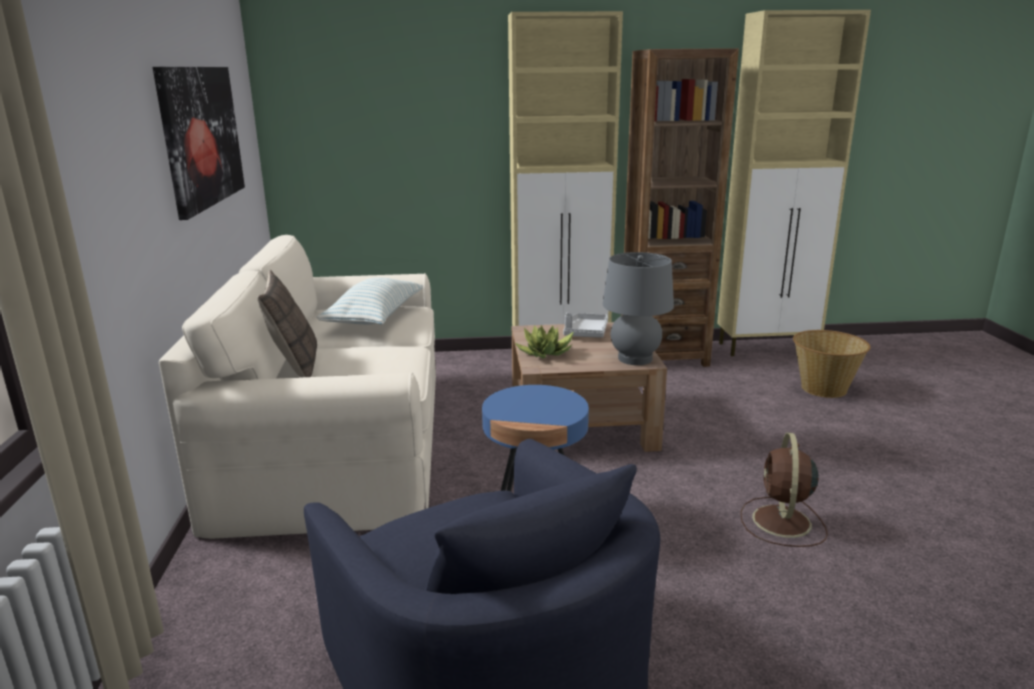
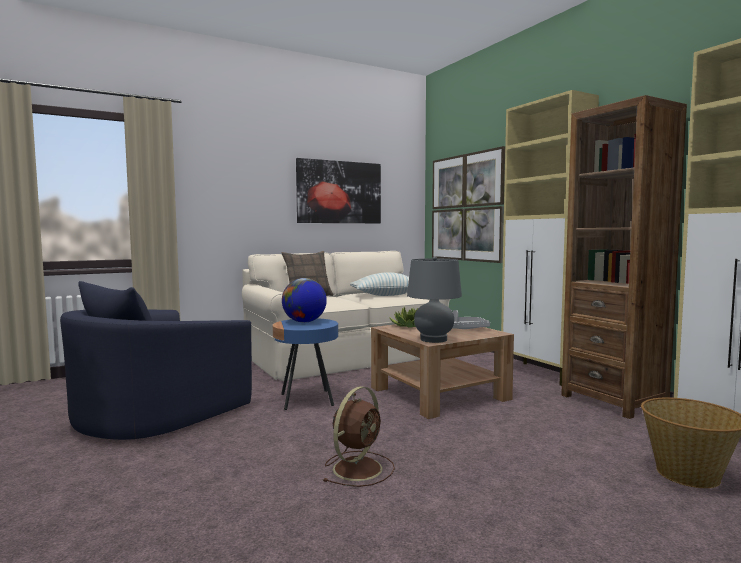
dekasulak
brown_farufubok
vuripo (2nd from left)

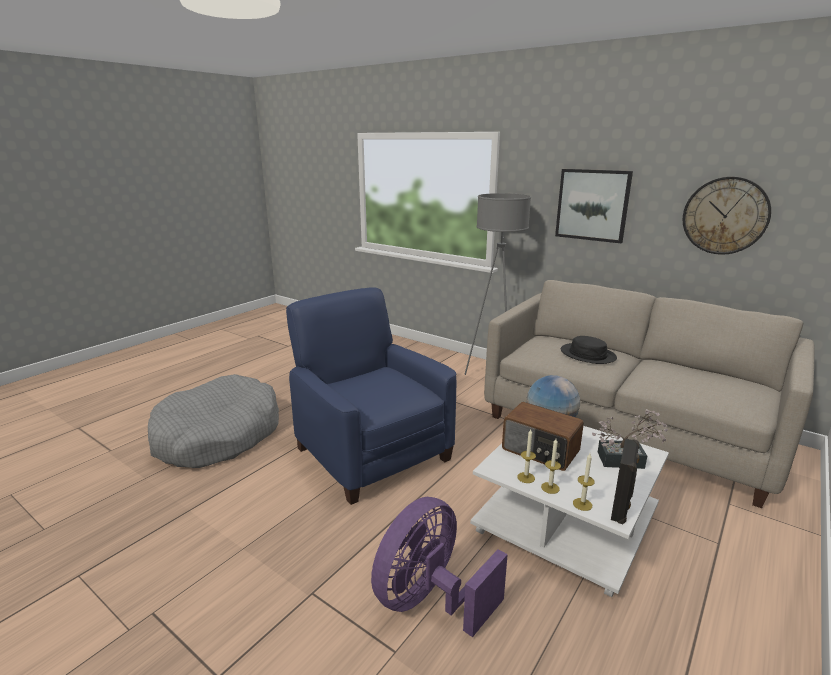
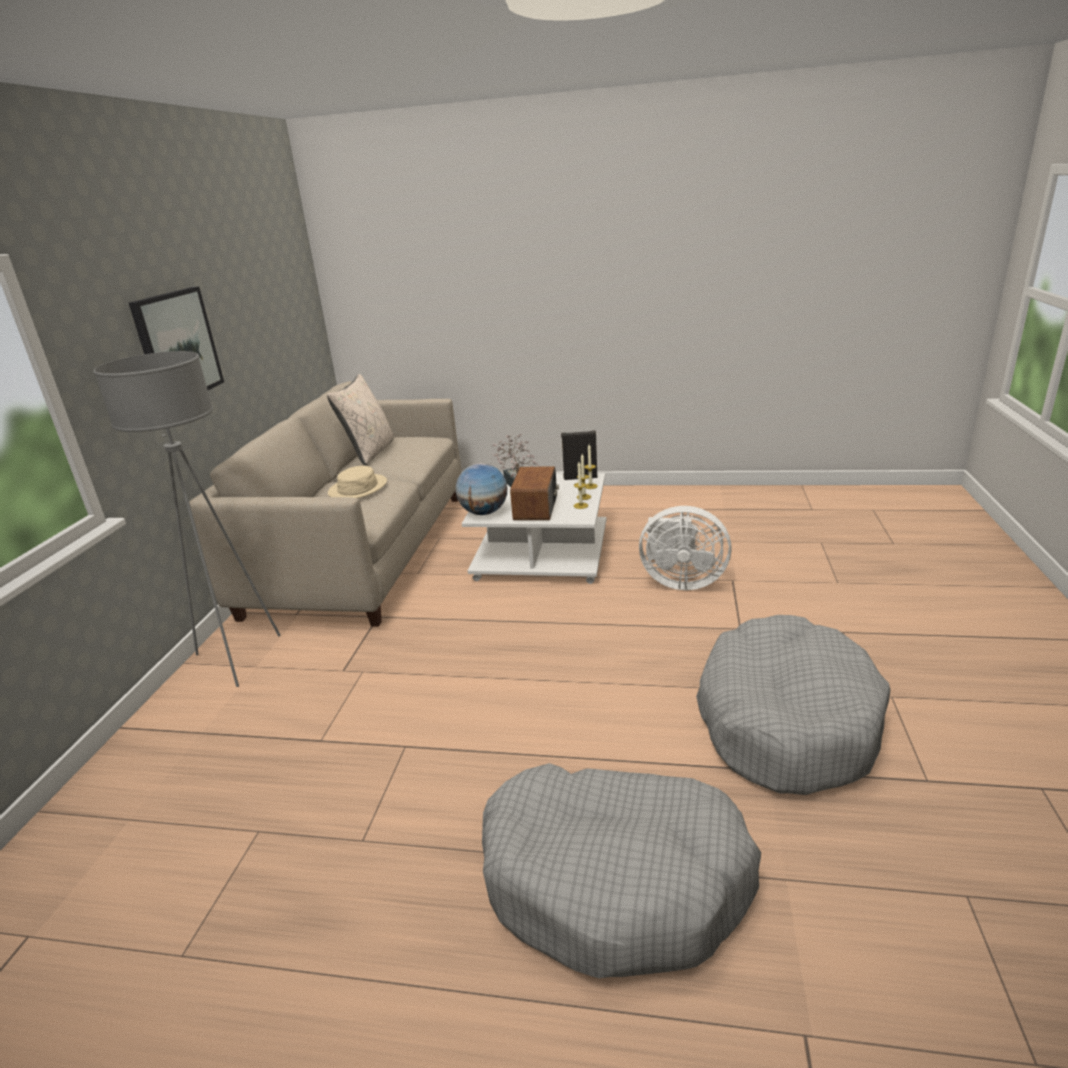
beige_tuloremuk
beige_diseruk
white_farufubok
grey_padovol (2nd from left)
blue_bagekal
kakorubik

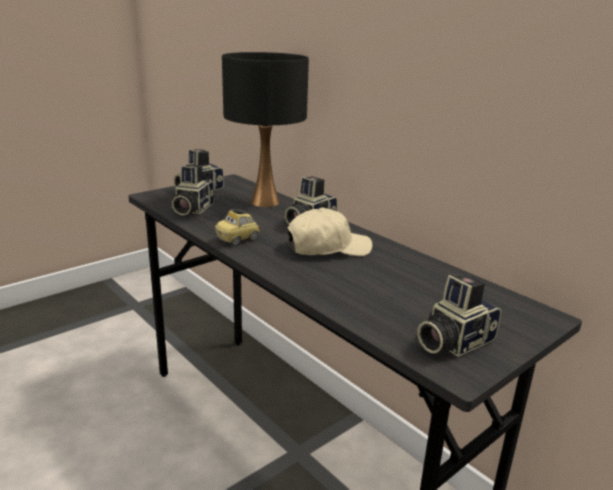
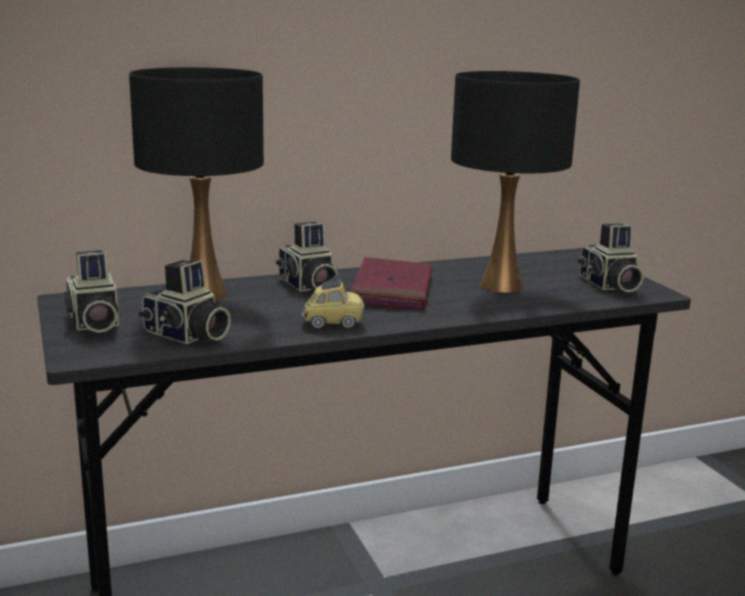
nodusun
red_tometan
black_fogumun (2nd from left)

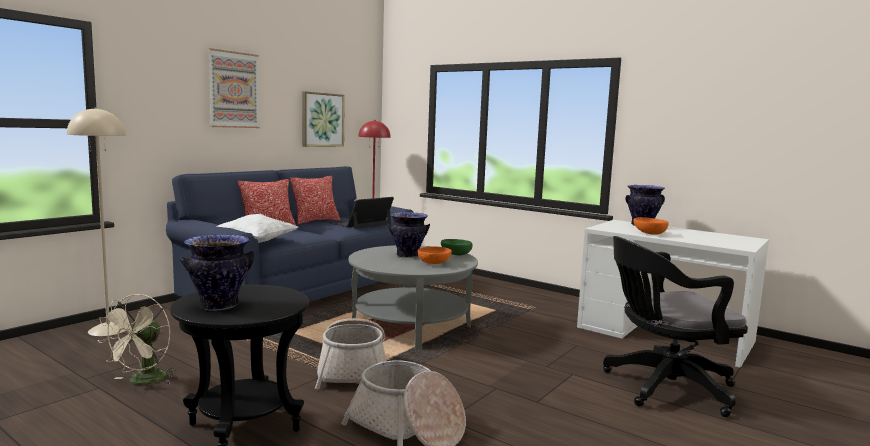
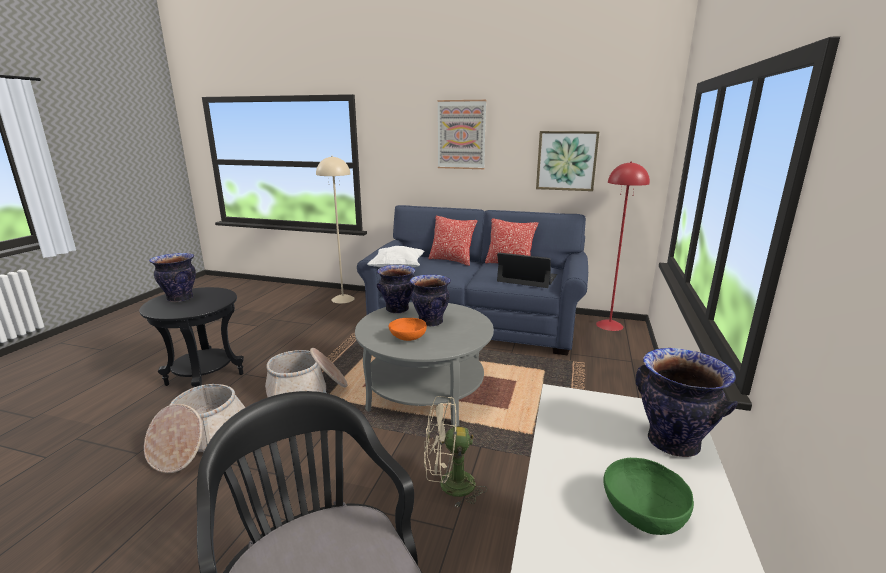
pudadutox (2nd from left)
beige_farufubok
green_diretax
orange_diretax (2nd from left in the first image)

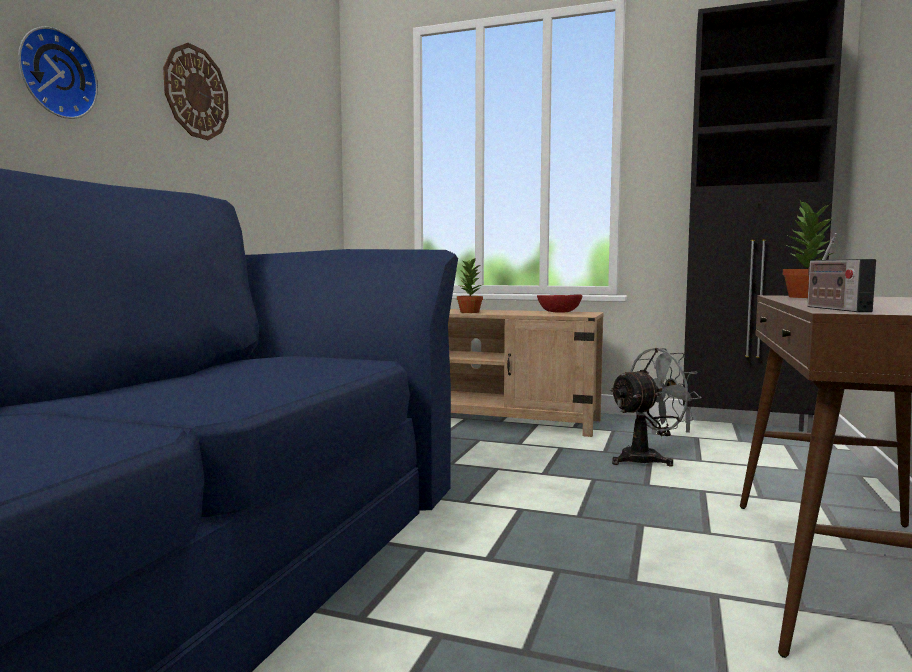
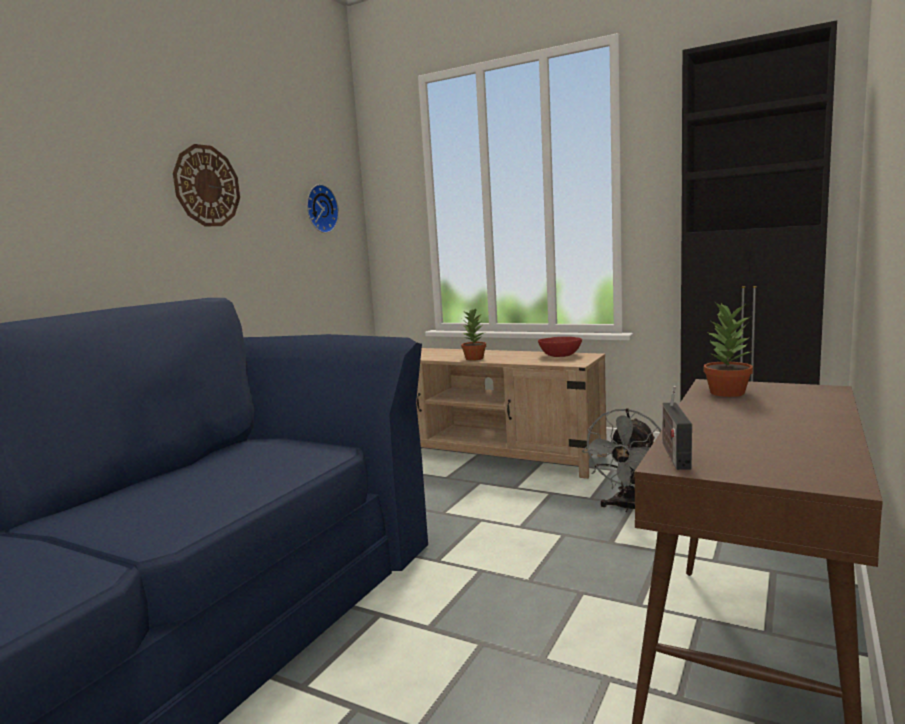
kakorubik (2nd from left)
grey_farufubok

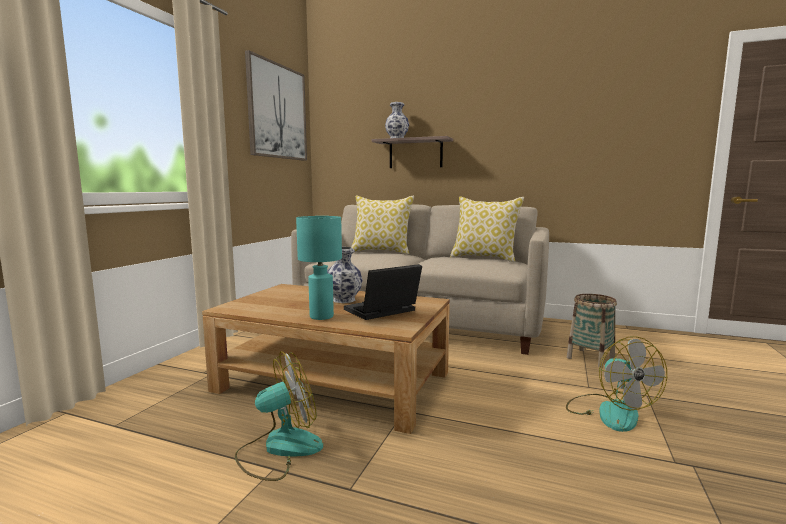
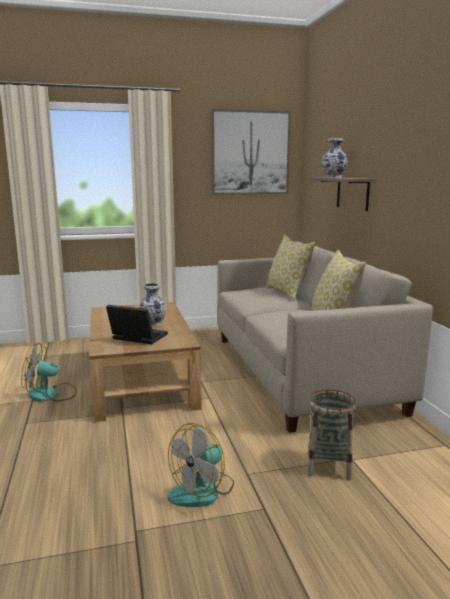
farufubok (1st from left)
turquoise_fogumun

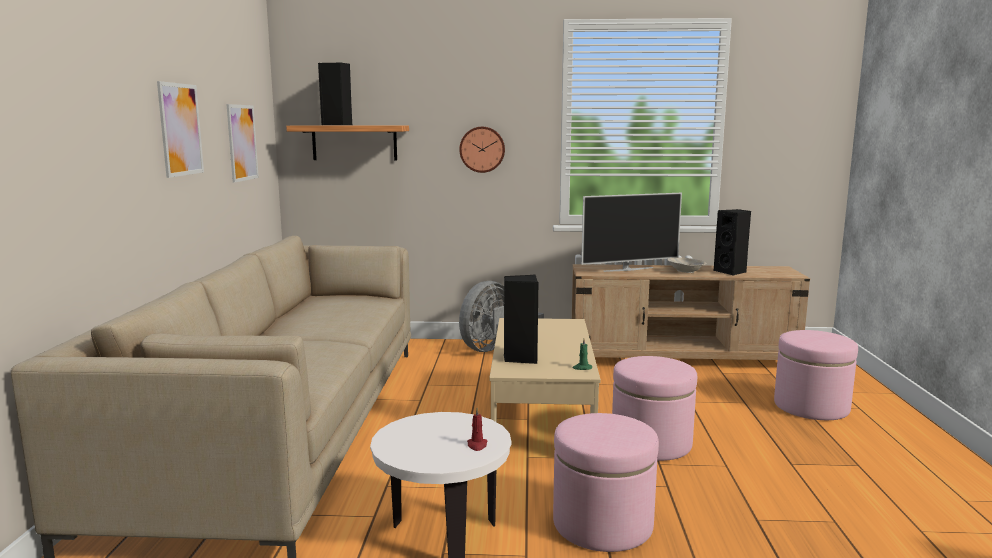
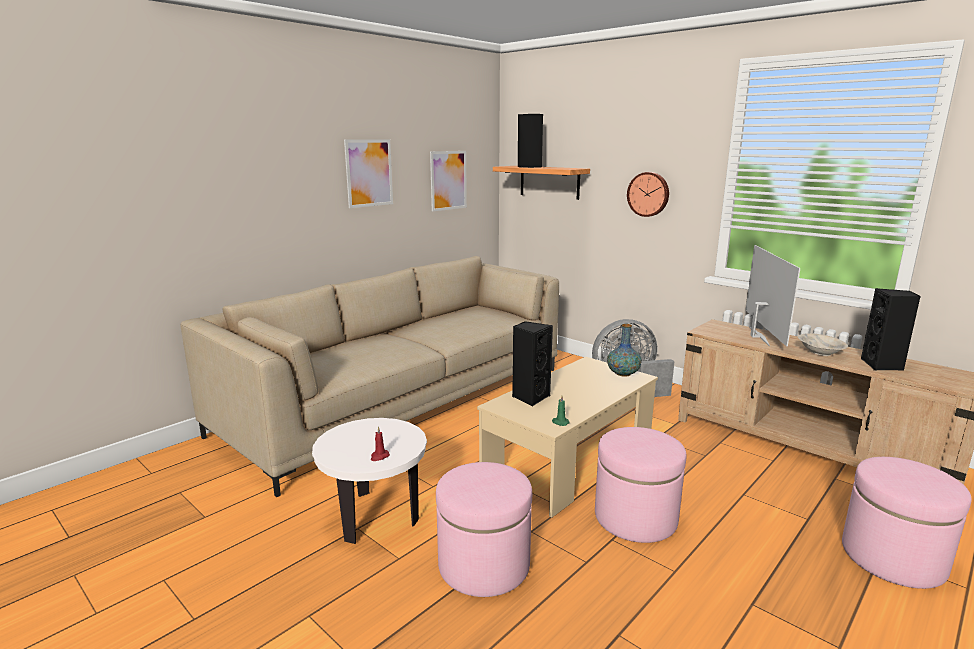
pudadutox
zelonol

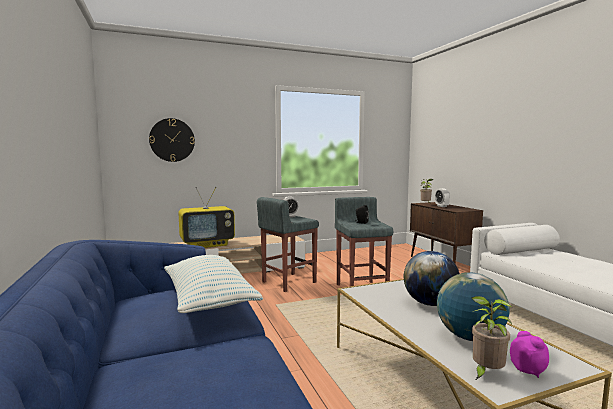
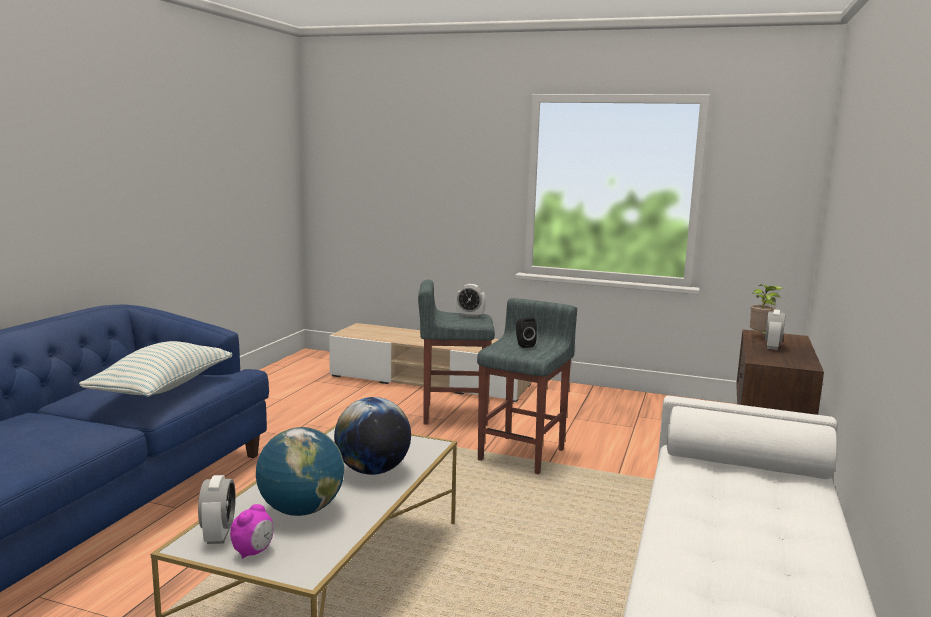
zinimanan (1st from left)
kakorubik
zelonol

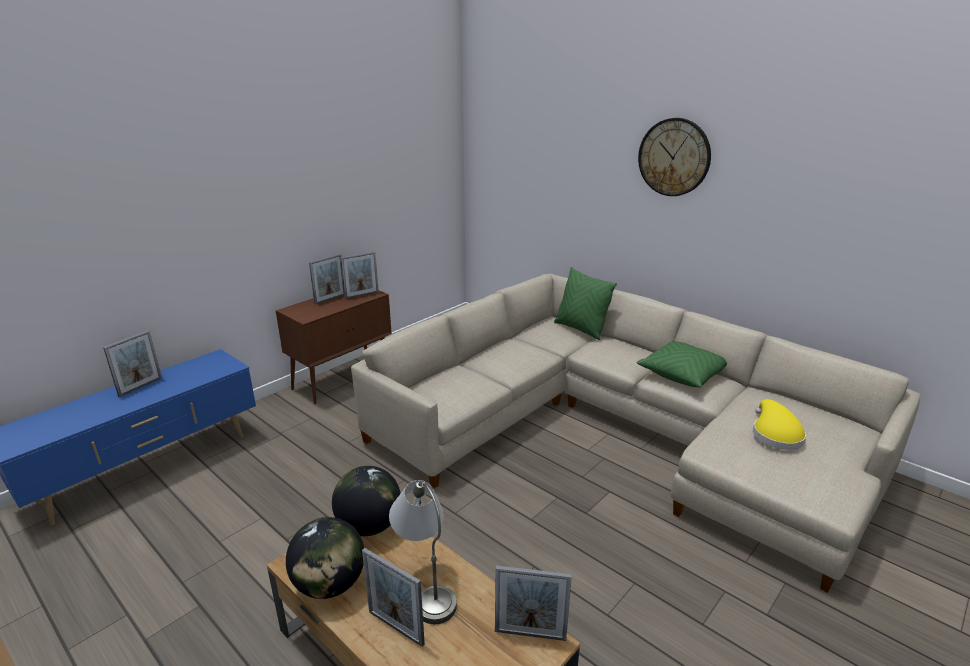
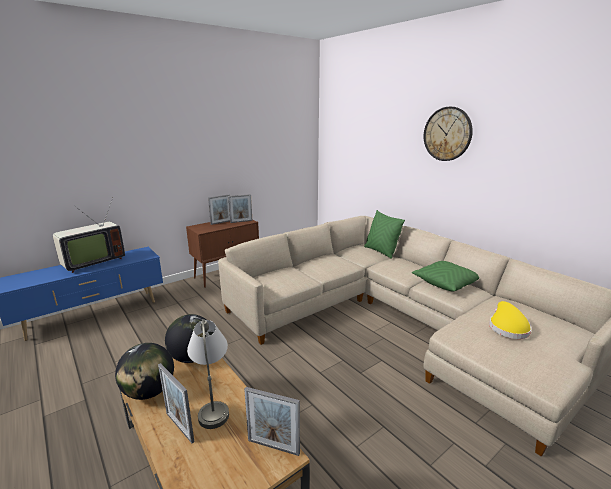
zelonol

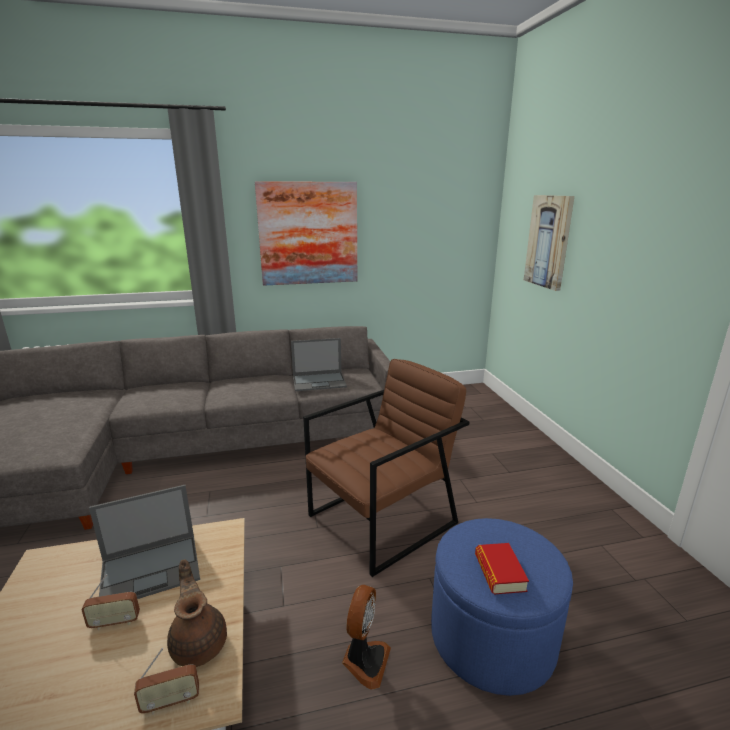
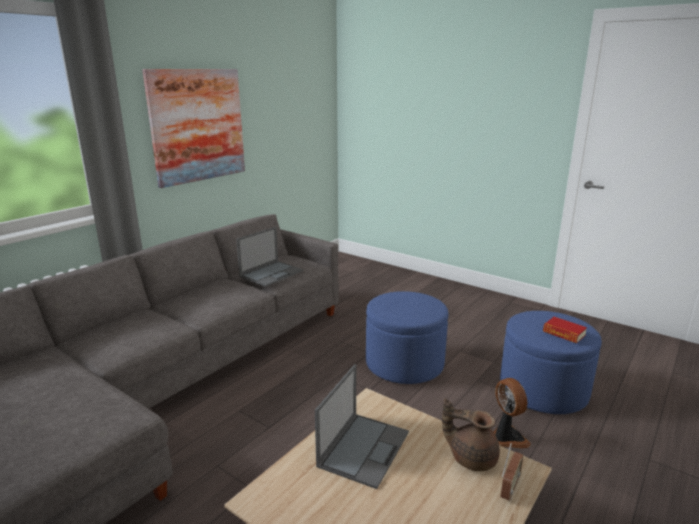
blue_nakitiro (1st from left)
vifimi (1st from left in the first image)
vuripo (2nd from left in the first image)

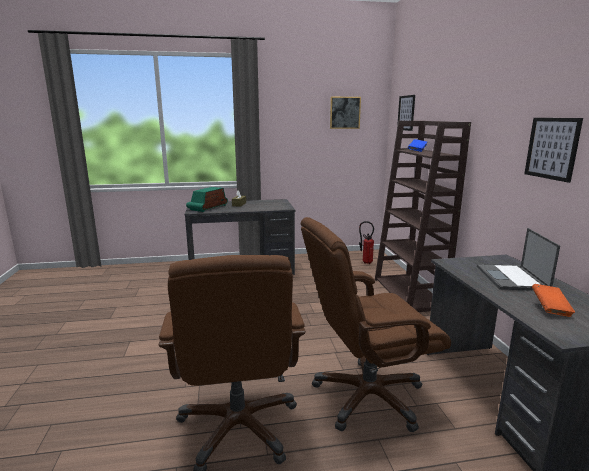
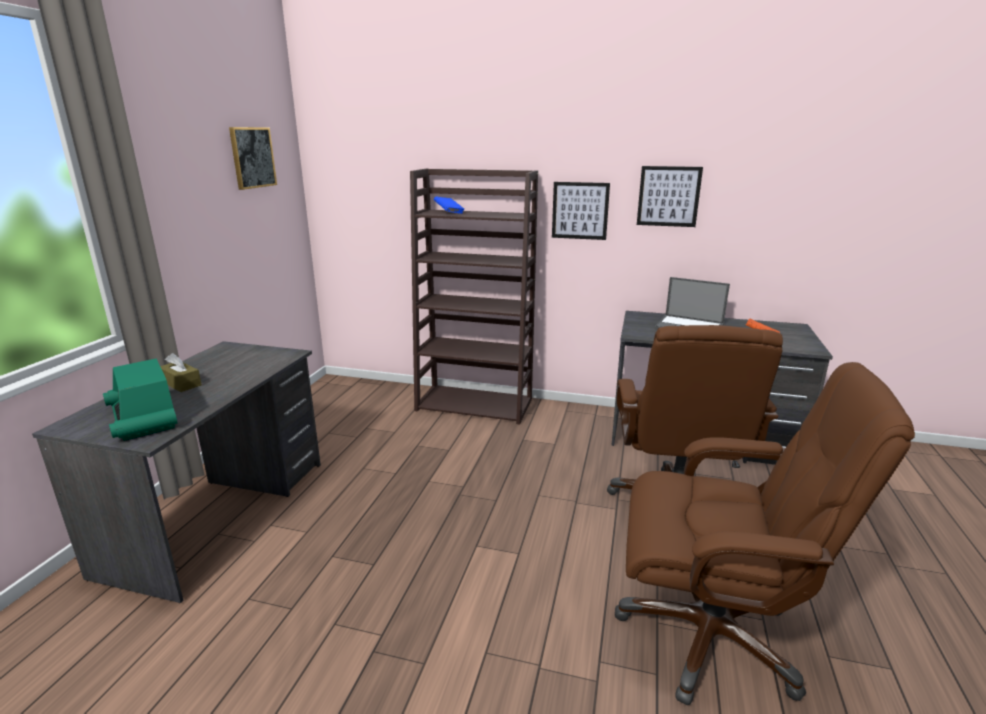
vuripo (2nd from left)
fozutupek

